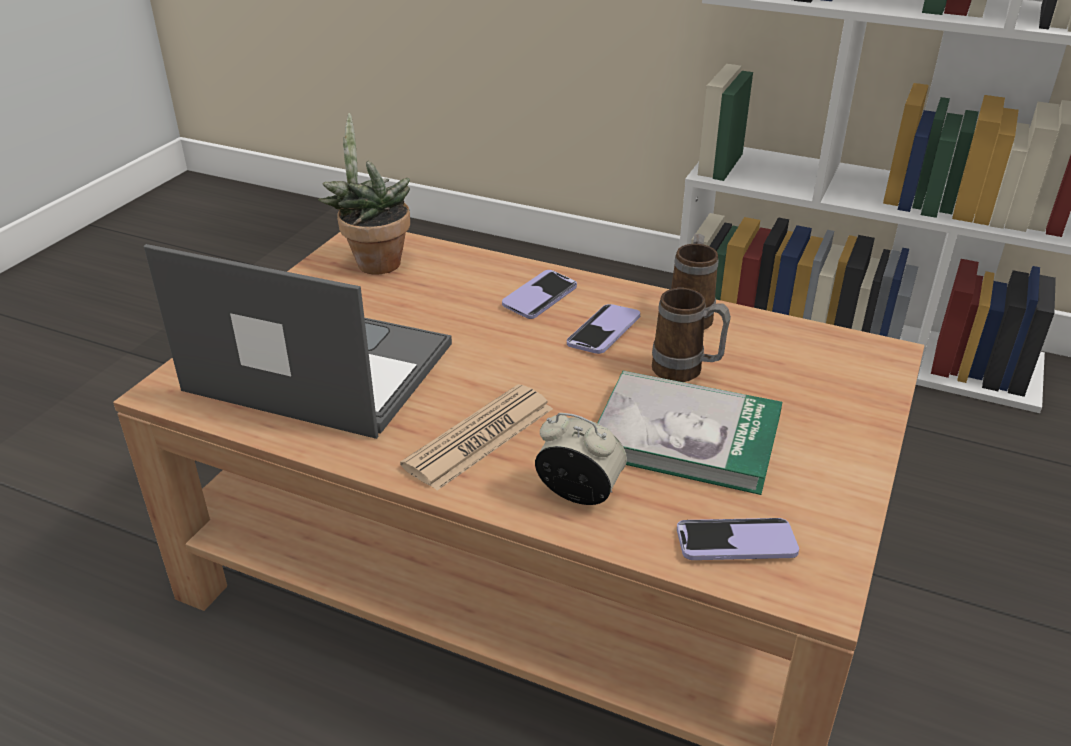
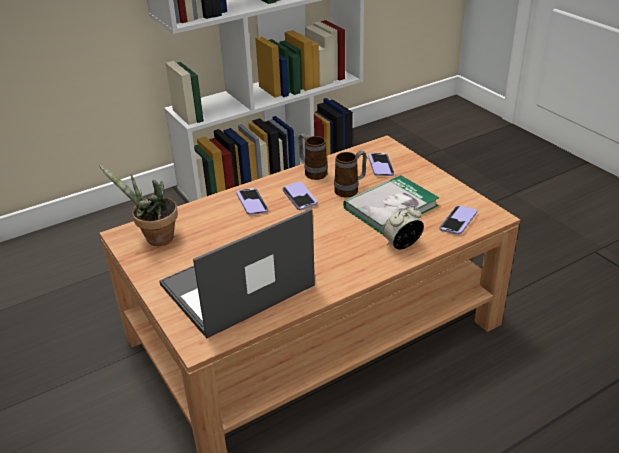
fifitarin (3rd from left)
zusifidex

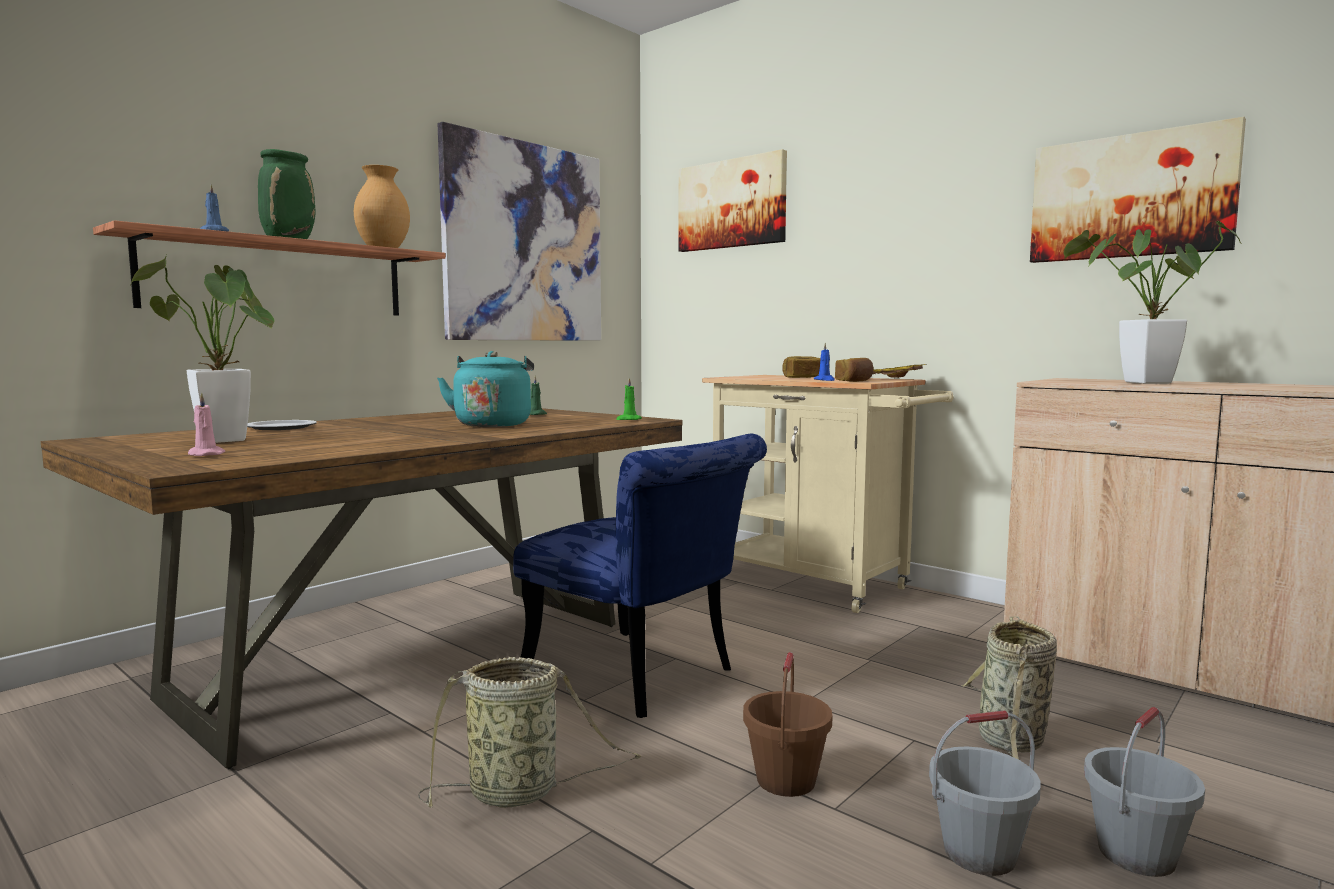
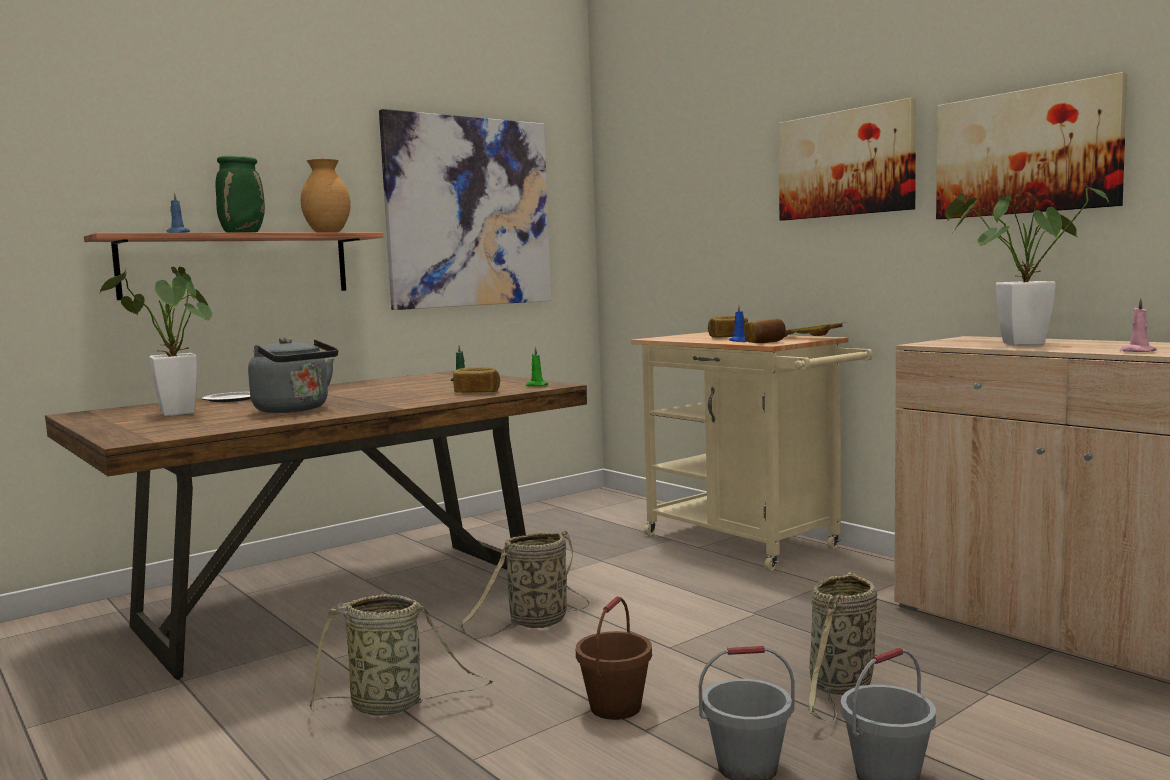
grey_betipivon
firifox (1st from left)
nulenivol (2nd from left)
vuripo (2nd from left)
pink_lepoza
turquoise_betipivon

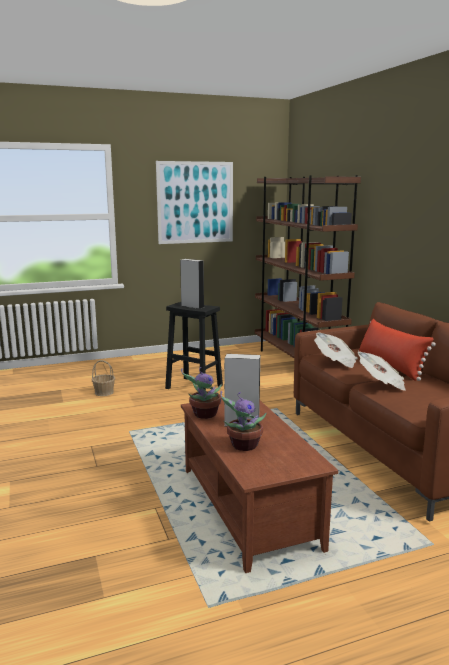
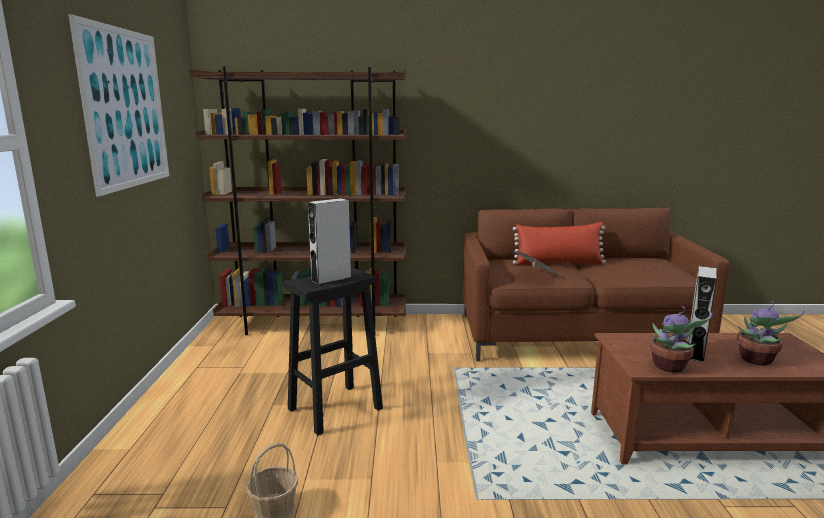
zusifidex (2nd from left in the first image)

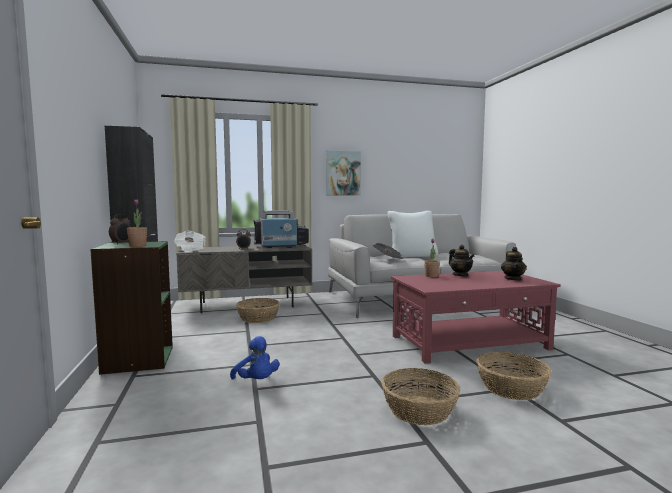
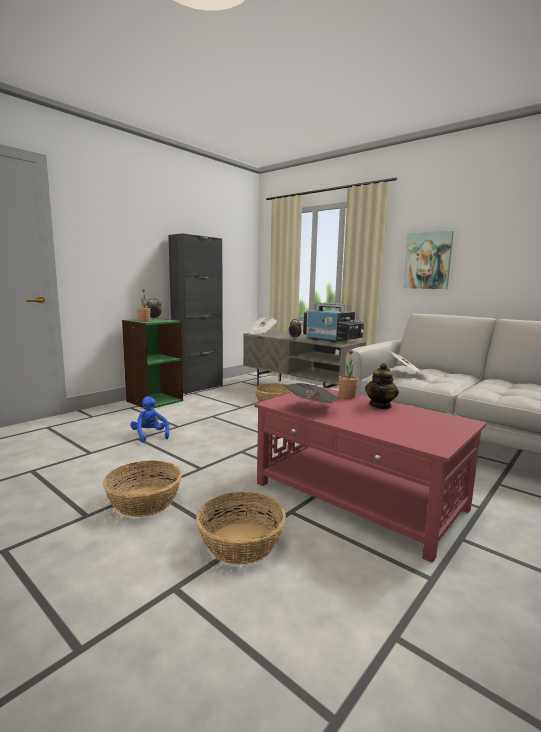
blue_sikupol
zusifidex (2nd from left)
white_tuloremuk
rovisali (2nd from left in the first image)

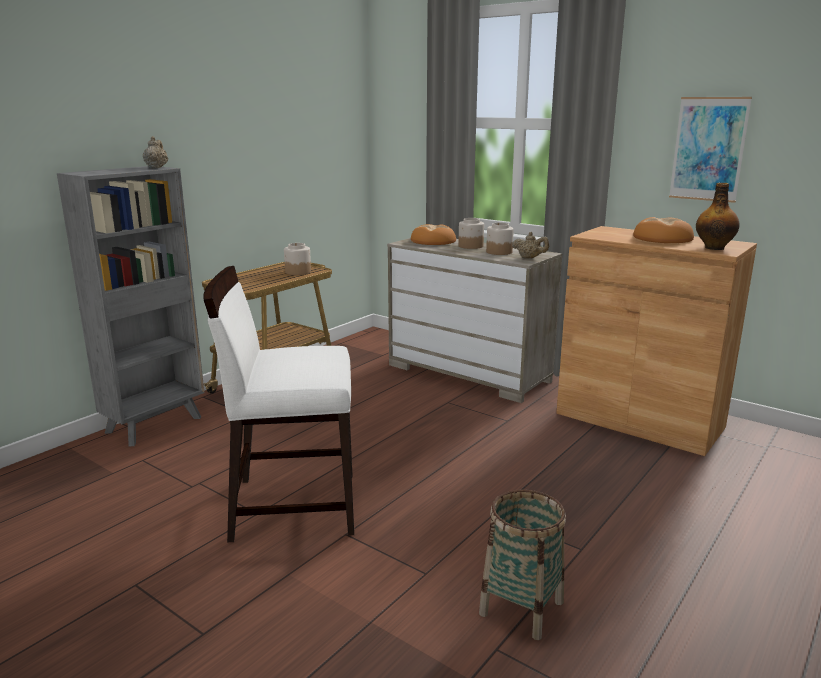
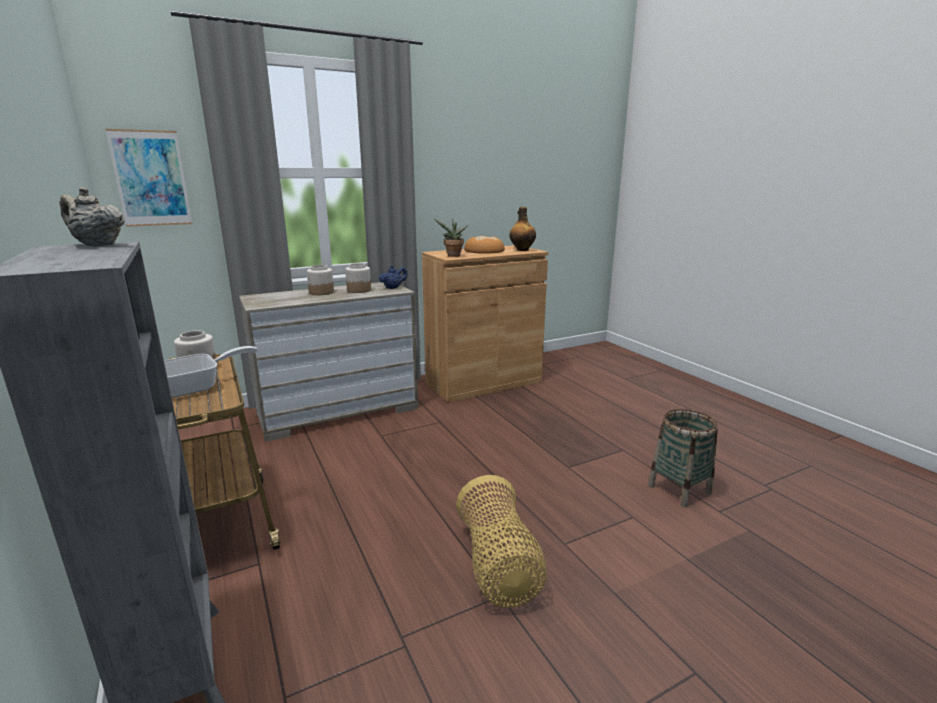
vuripo
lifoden
blue_rovisali
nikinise
nulenivol (1st from left)
firifox (1st from left in the first image)

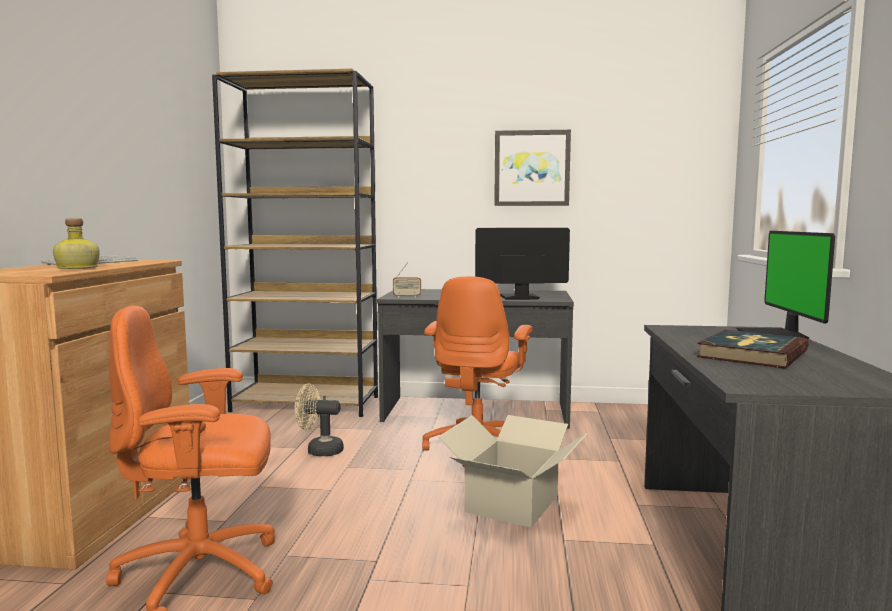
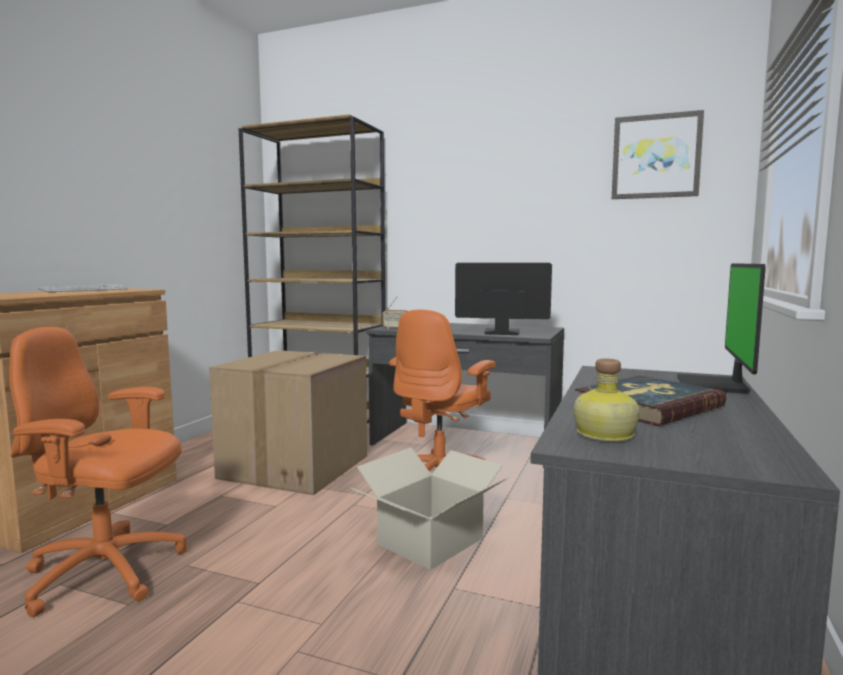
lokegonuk (1st from left)
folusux
vuripo

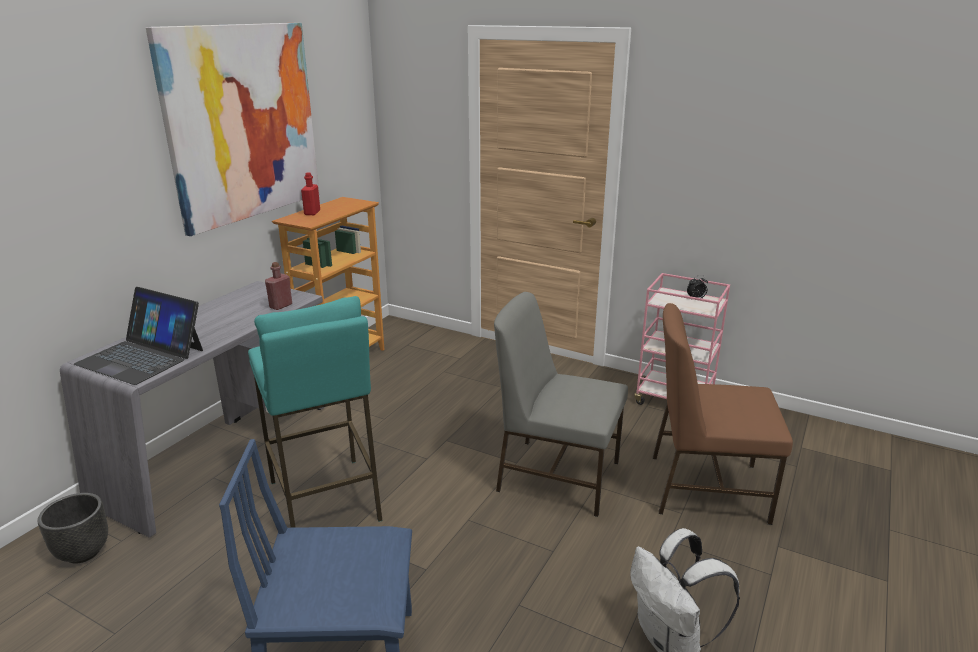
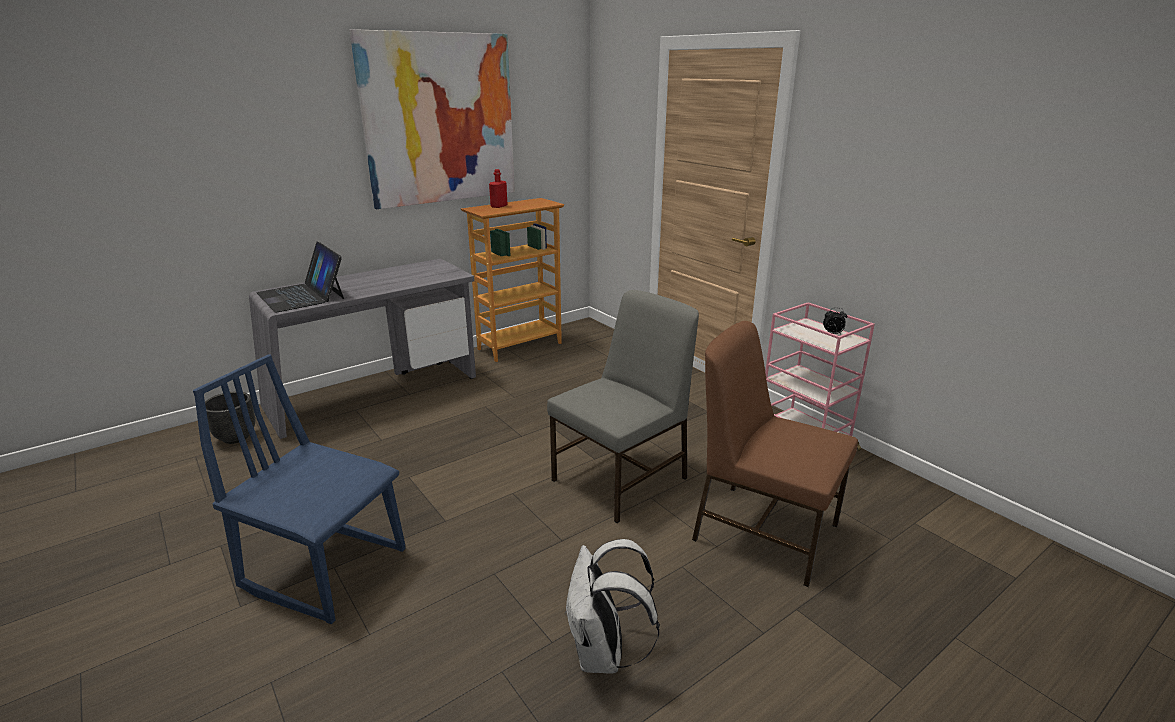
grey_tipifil
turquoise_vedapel
red_folusux (1st from left in the first image)

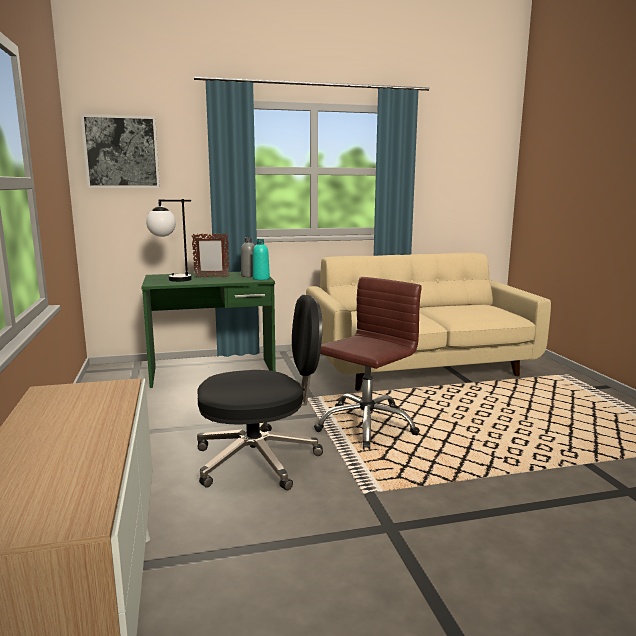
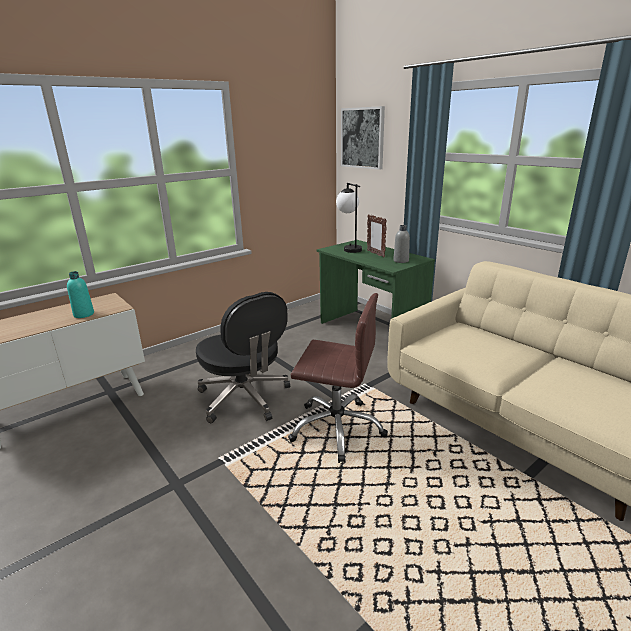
turquoise_folusux

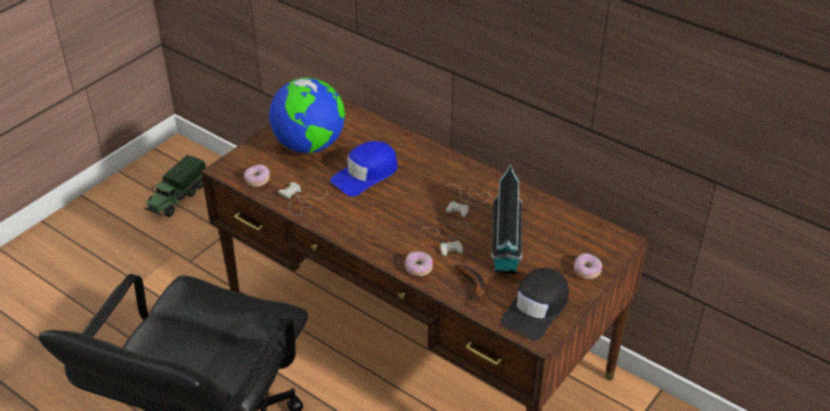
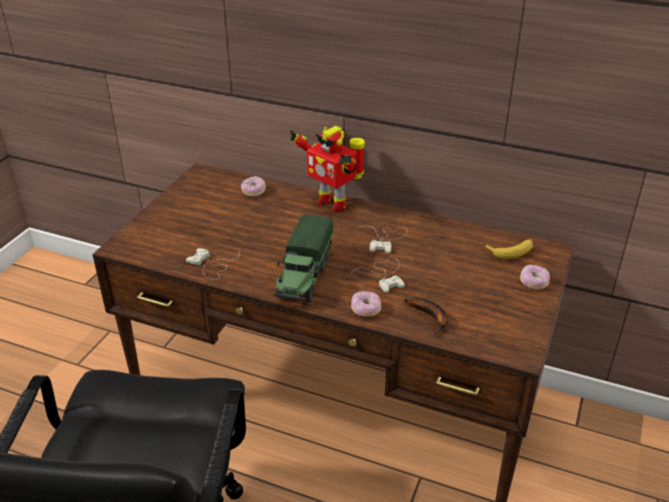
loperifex (1st from left)
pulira
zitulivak
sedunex (2nd from left)
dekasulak
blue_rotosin
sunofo
black_rotosin

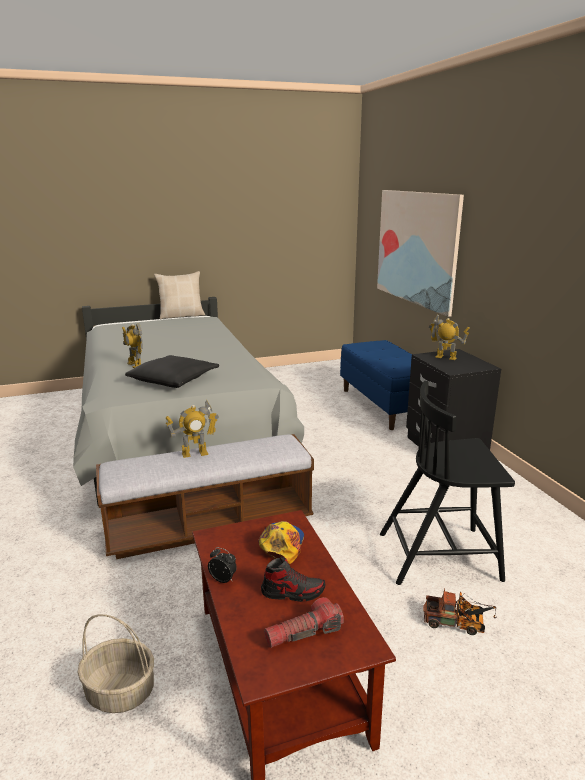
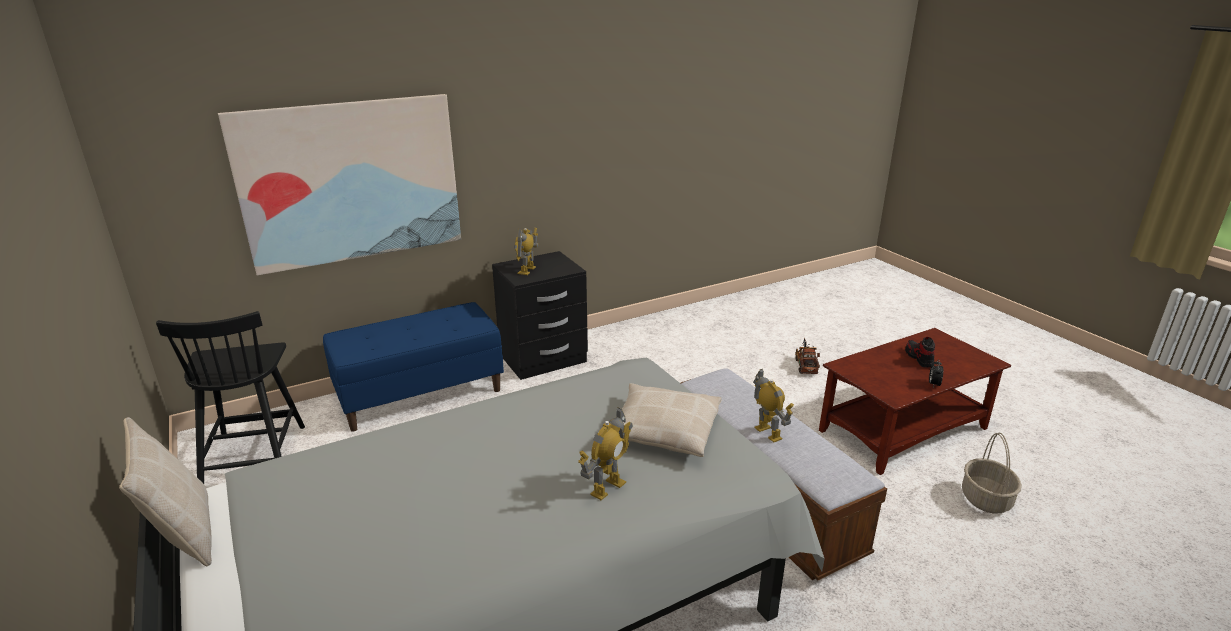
black_tipifil
beige_tuloremuk (2nd from left)
rotosin
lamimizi

